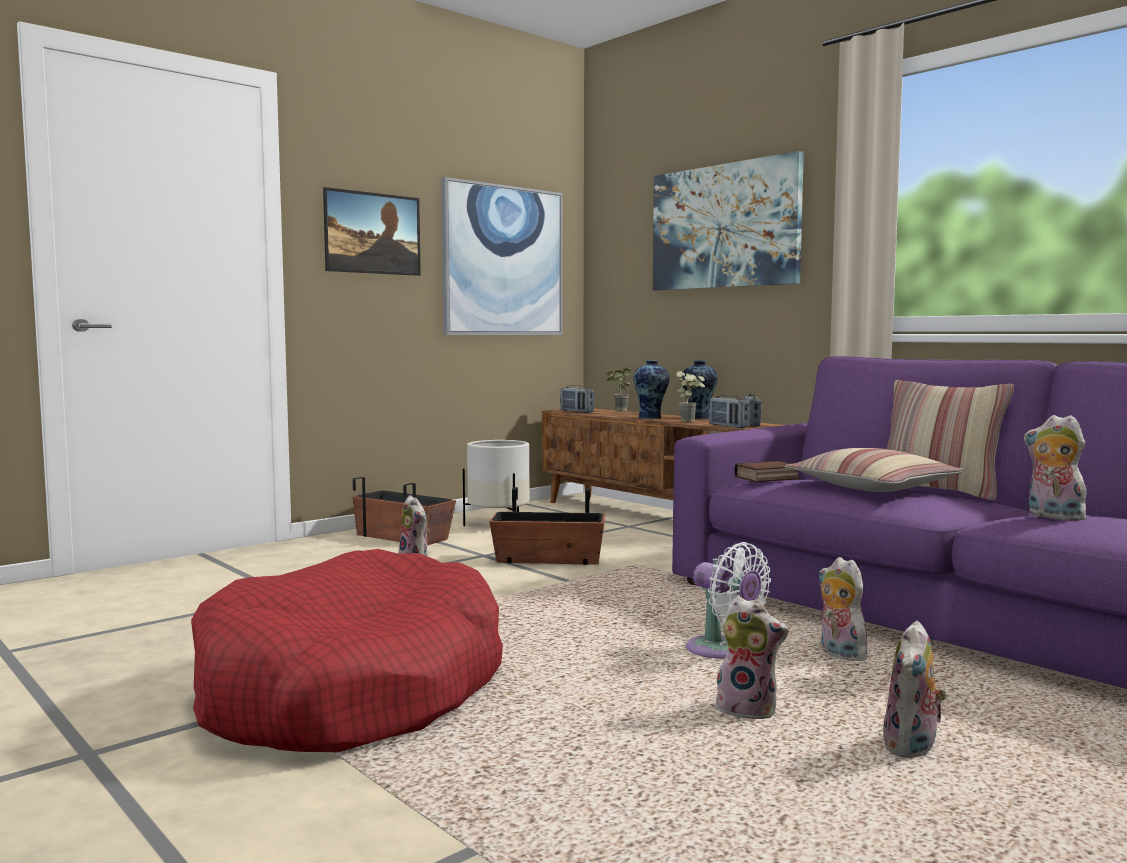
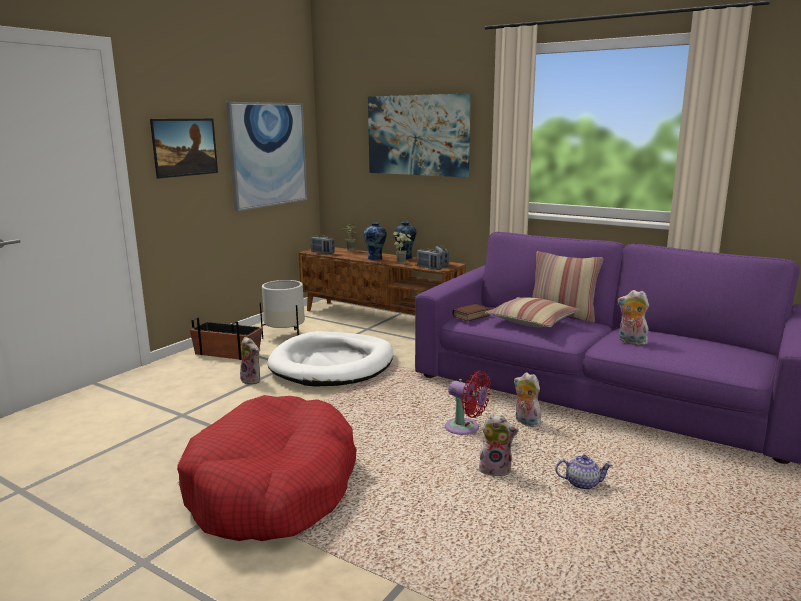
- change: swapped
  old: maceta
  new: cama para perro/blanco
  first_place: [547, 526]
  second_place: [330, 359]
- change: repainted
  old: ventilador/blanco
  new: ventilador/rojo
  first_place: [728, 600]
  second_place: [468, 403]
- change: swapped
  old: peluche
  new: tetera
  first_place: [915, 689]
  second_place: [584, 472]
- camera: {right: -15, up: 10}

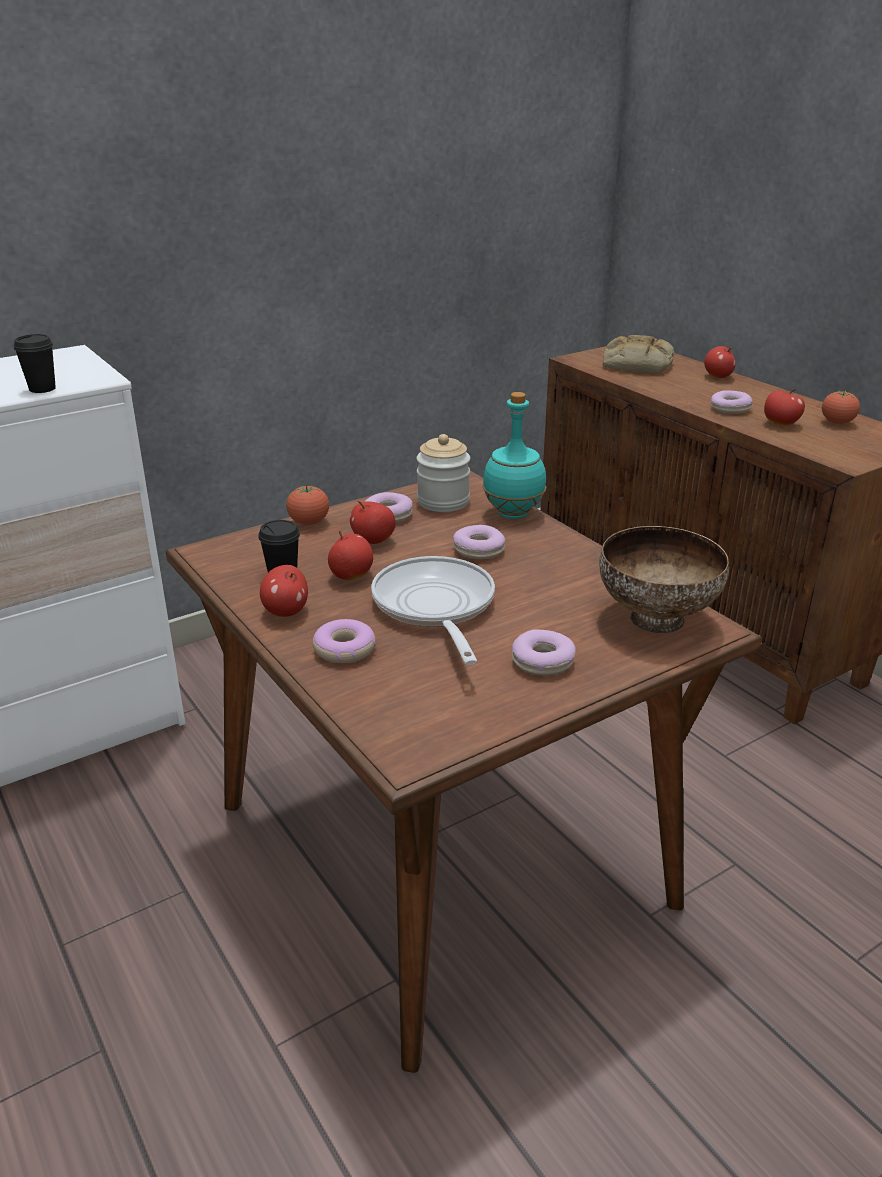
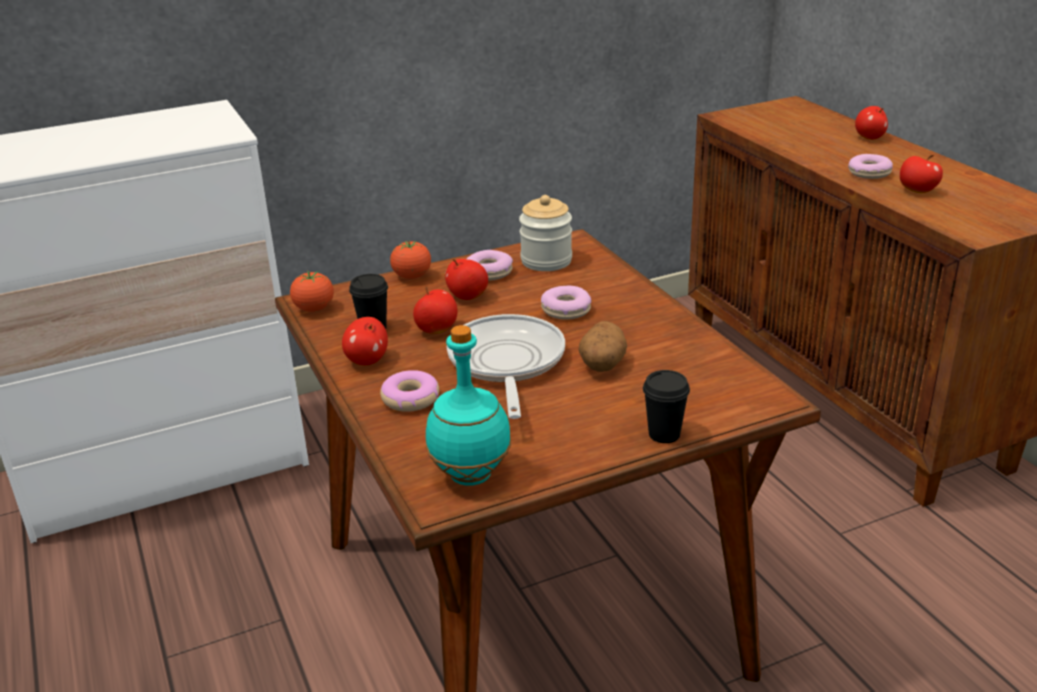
- change: shifted
  old: taza/negro
  first_place: [35, 363]
  second_place: [666, 406]
- change: gone
  old: pan
  first_place: [638, 354]
- change: shifted
  old: tomate
  first_place: [841, 406]
  second_place: [312, 291]
- change: shifted
  old: botella/turquesa
  first_place: [514, 455]
  second_place: [468, 405]
- change: gone
  old: cuenco
  first_place: [664, 580]
- change: gone
  old: rosquilla
  first_place: [544, 652]
- change: new
  new: patata
  second_place: [603, 346]
- camera: {right: 10, up: 0}

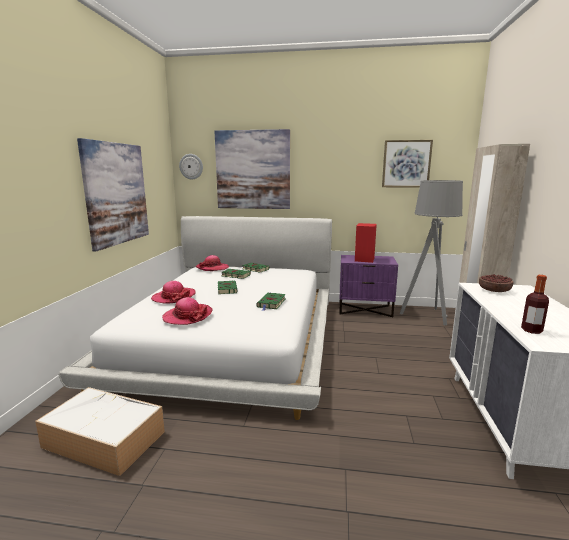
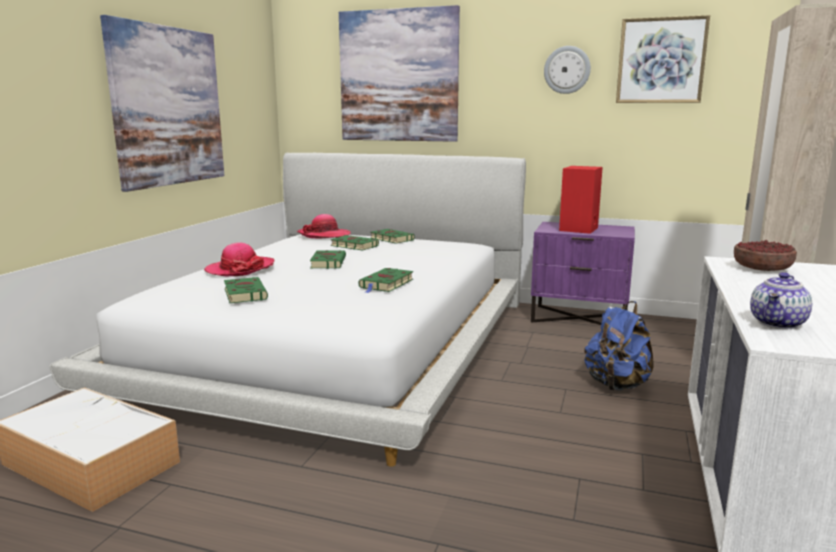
- change: shifted
  old: reloj de pared
  first_place: [191, 166]
  second_place: [567, 70]
- change: gone
  old: lámpara de pie/gris
  first_place: [431, 253]
- change: swapped
  old: botella
  new: tetera
  first_place: [535, 304]
  second_place: [781, 300]
- change: swapped
  old: sombrero
  new: libro/verde
  first_place: [187, 311]
  second_place: [246, 290]
- change: new
  new: mochila/azul
  second_place: [618, 346]
- camera: {right: 10, up: 0}

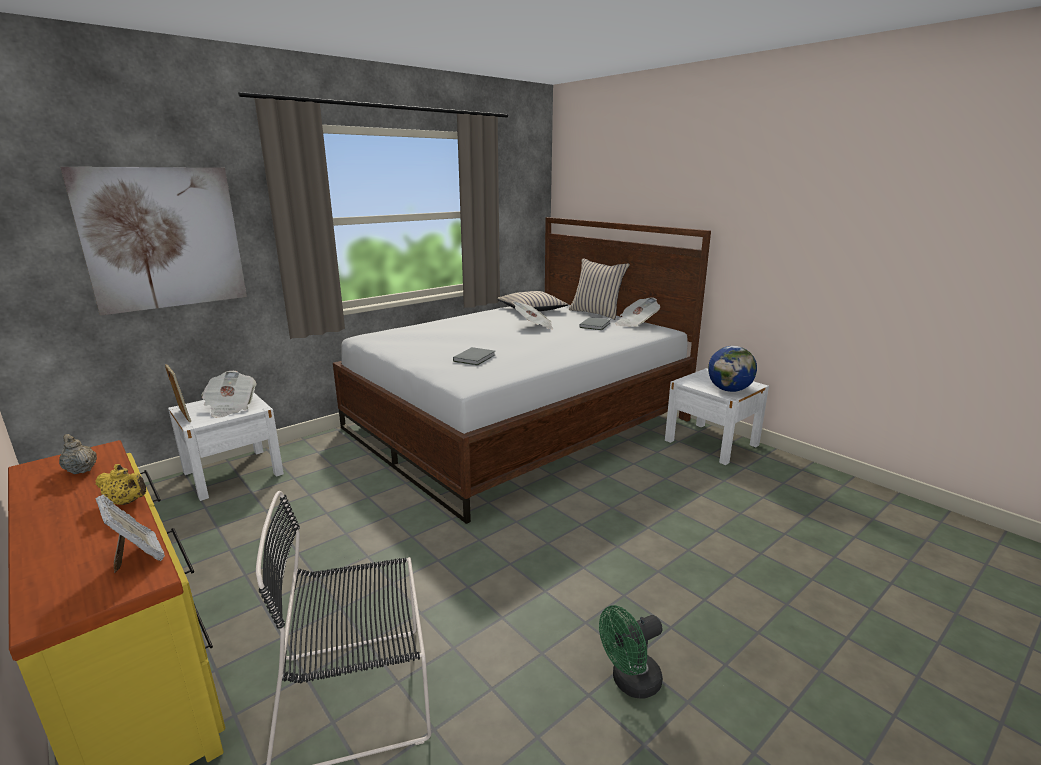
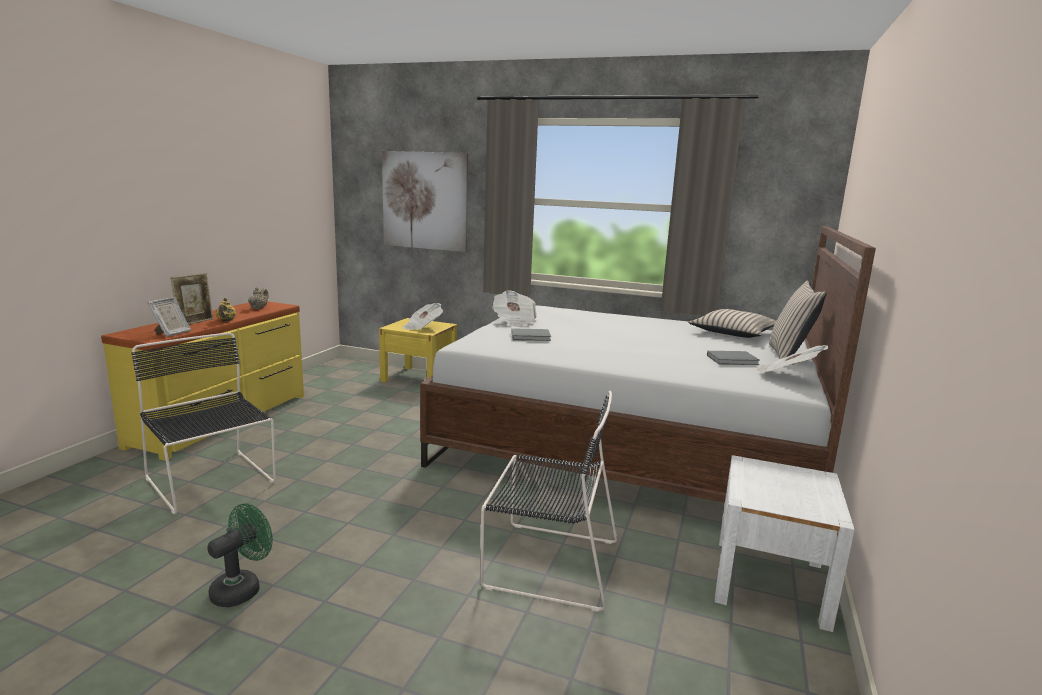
- change: shifted
  old: periódico
  first_place: [533, 315]
  second_place: [514, 309]
- change: gone
  old: globo terráqueo
  first_place: [732, 369]
- change: shifted
  old: portarretratos
  first_place: [178, 393]
  second_place: [191, 299]
- change: repainted
  old: mesita de noche/blanco
  new: mesita de noche/amarillo
  first_place: [226, 447]
  second_place: [418, 350]
- change: rotated
  old: ventilador/verde
  first_place: [631, 652]
  second_place: [240, 555]
  degrees: 90
- change: new
  new: silla/negro
  second_place: [548, 501]
- camera: {right: 60, up: -5}

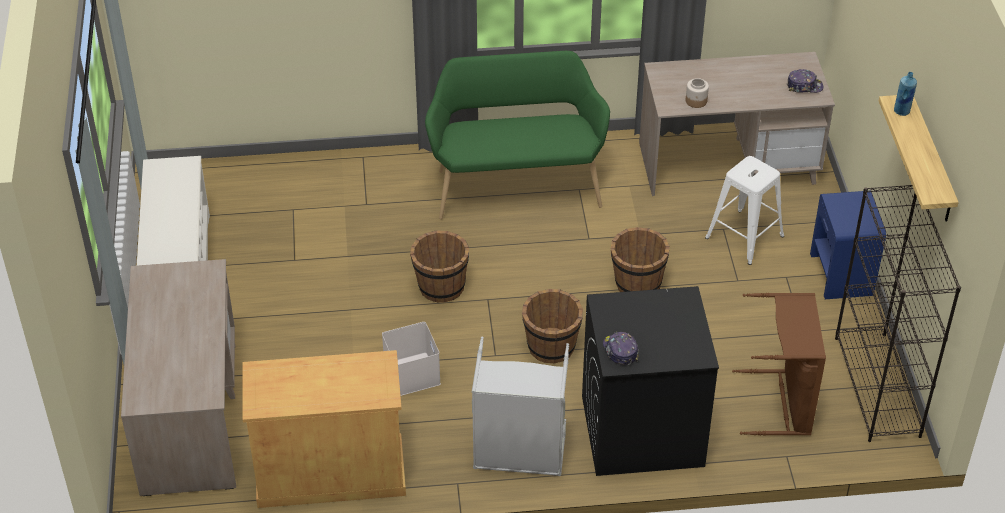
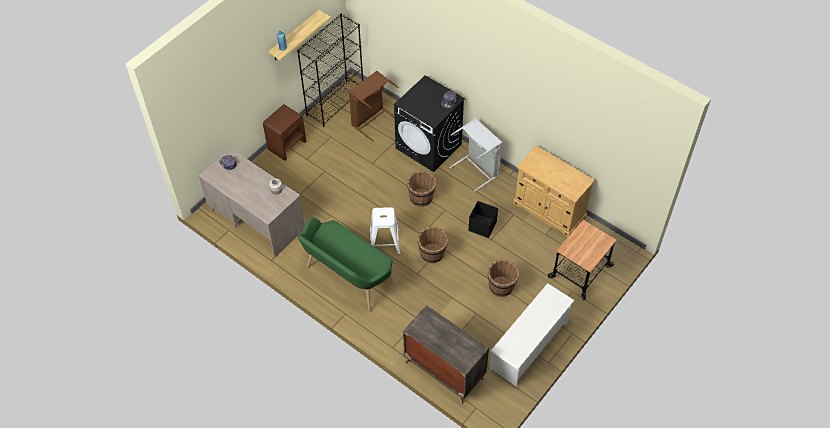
- change: shifted
  old: taburete/blanco
  first_place: [744, 210]
  second_place: [384, 231]
- change: repainted
  old: mesita de noche/azul
  new: mesita de noche/marrón
  first_place: [848, 245]
  second_place: [284, 132]
- change: shifted
  old: cubo/marrón
  first_place: [640, 259]
  second_place: [503, 278]
- change: swapped
  old: escritorio/beis
  new: carrito
  first_place: [178, 377]
  second_place: [582, 259]
- change: repainted
  old: caja de almacenaje/blanco
  new: caja de almacenaje/negro
  first_place: [411, 359]
  second_place: [483, 219]
- change: new
  new: cómoda
  second_place: [446, 354]
- camera: {right: -135, up: 10}

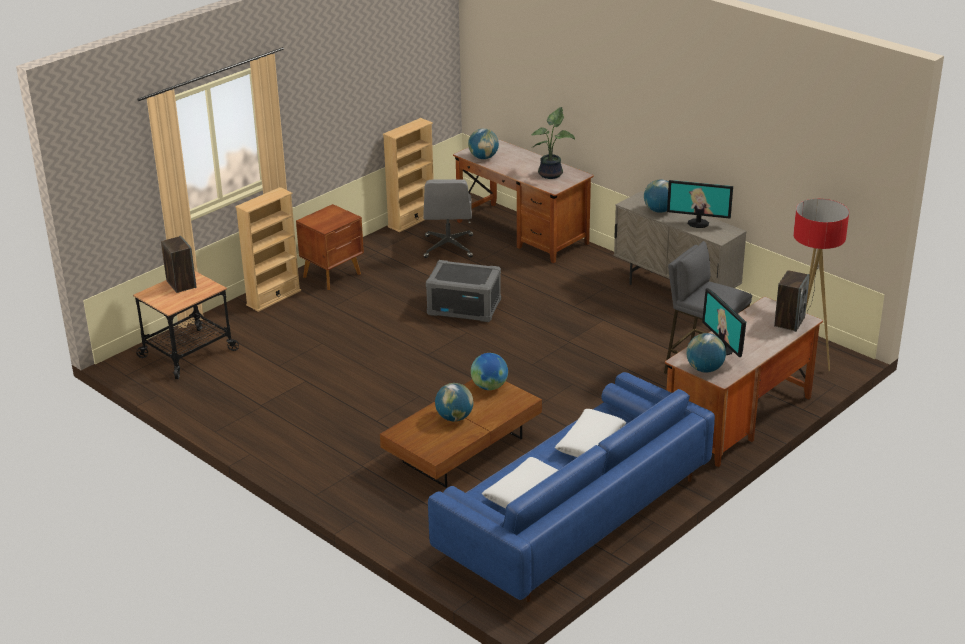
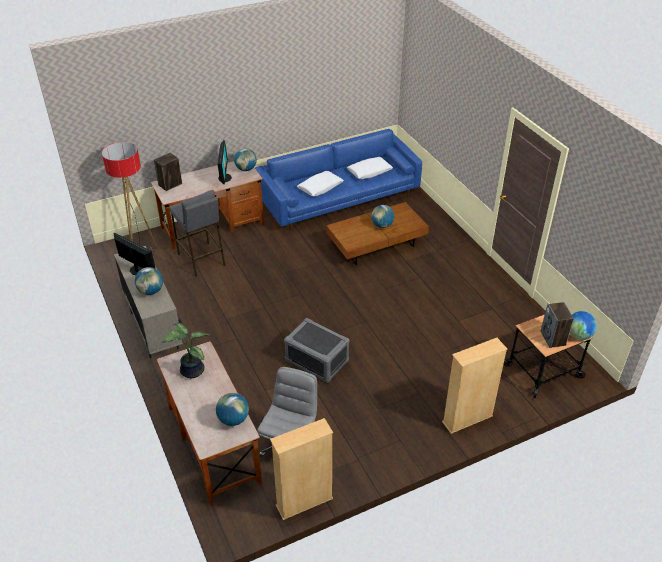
- change: gone
  old: mesita de noche/marrón
  first_place: [330, 247]
- change: shifted
  old: globo terráqueo
  first_place: [489, 371]
  second_place: [583, 325]
- camera: {right: -160, up: 10}

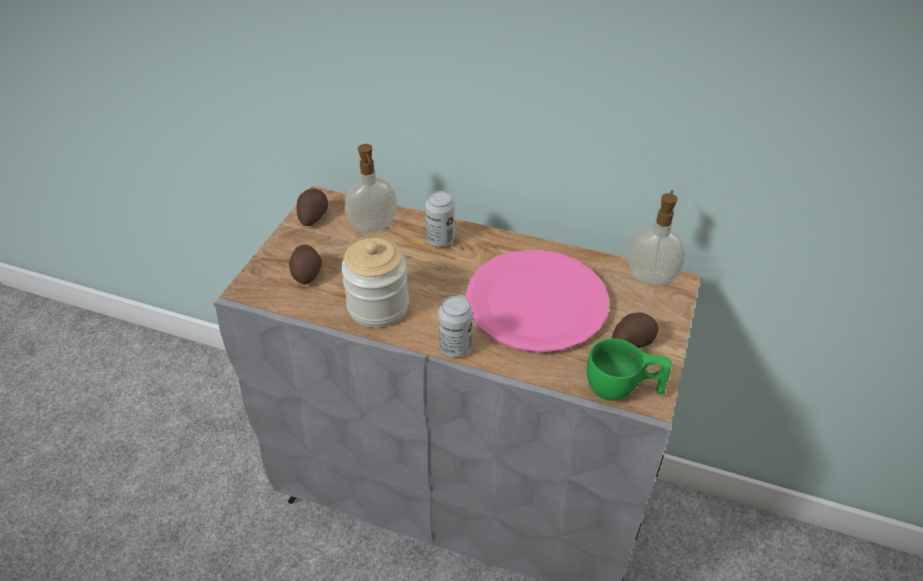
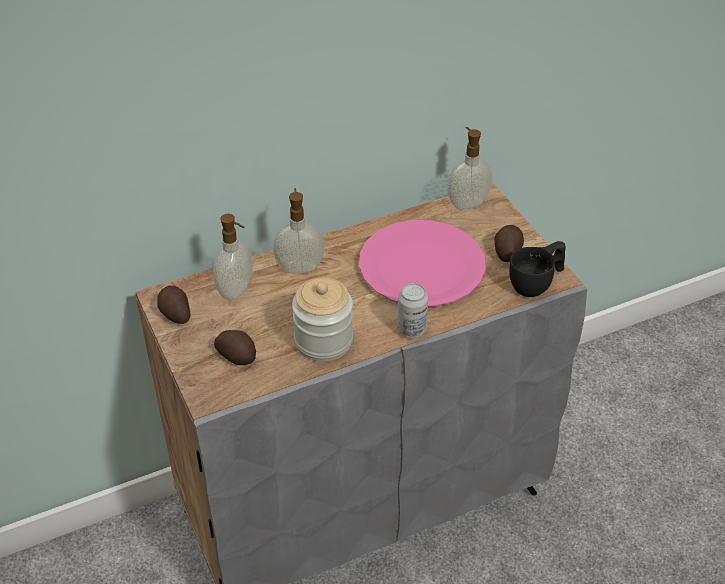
- change: swapped
  old: lata
  new: dispensador de jabón
  first_place: [440, 219]
  second_place: [299, 230]
- change: repainted
  old: taza/verde
  new: taza/negro
  first_place: [629, 369]
  second_place: [537, 269]
- camera: {right: -45, up: 0}

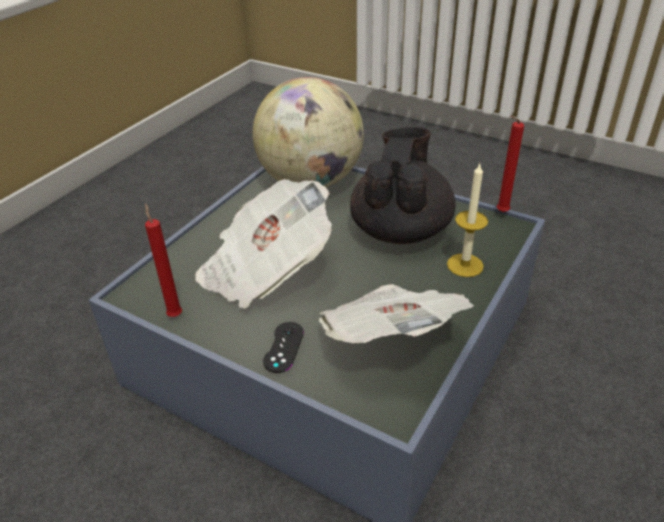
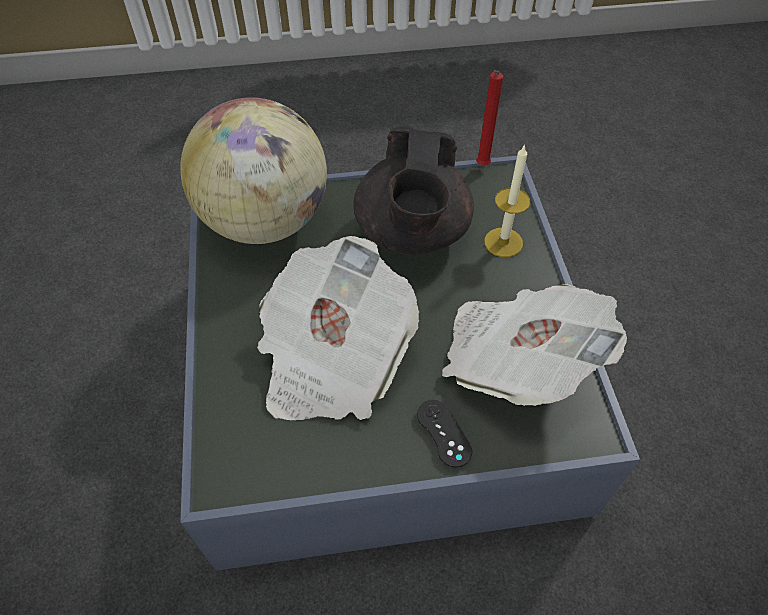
- change: rotated
  old: tetera/negro
  first_place: [403, 185]
  second_place: [413, 190]
  degrees: -150
- change: gone
  old: vela/rojo
  first_place: [163, 260]
- camera: {right: -40, up: 15}

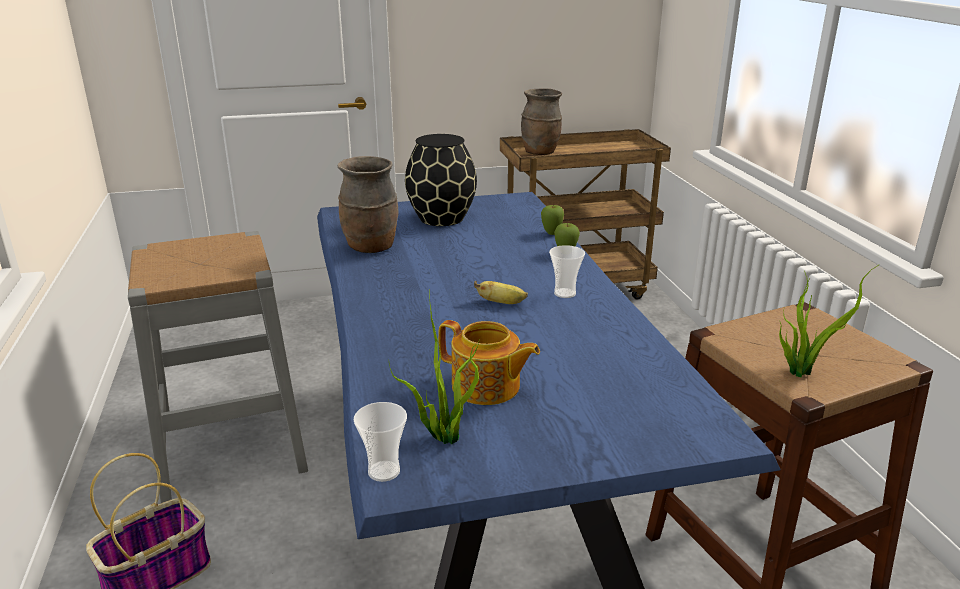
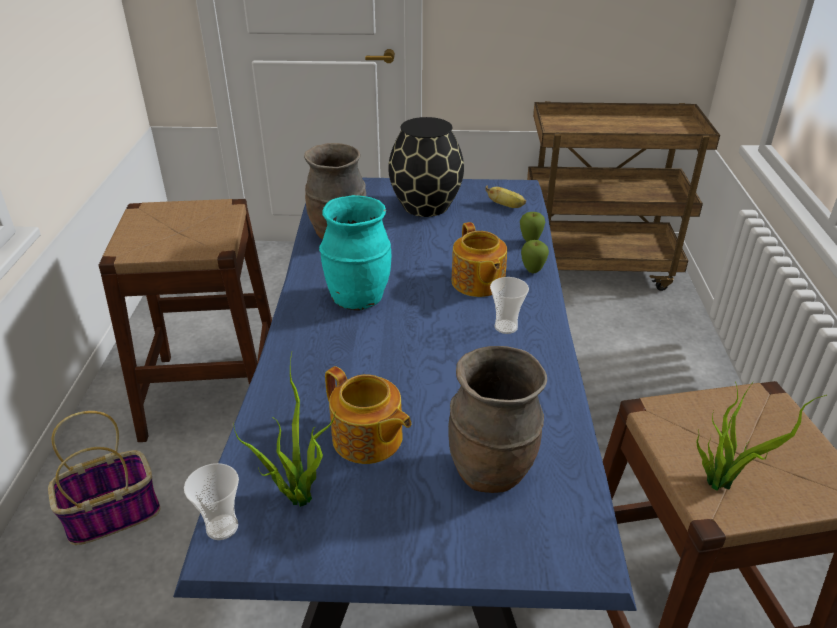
- change: shifted
  old: florero/marrón
  first_place: [541, 121]
  second_place: [497, 419]
- change: repainted
  old: taburete/gris
  new: taburete/marrón
  first_place: [218, 367]
  second_place: [185, 320]
- change: shifted
  old: plátano
  first_place: [501, 292]
  second_place: [506, 196]
- change: new
  new: florero/turquesa
  second_place: [355, 253]
- change: new
  new: tetera
  second_place: [479, 259]
- camera: {right: 15, up: 10}

